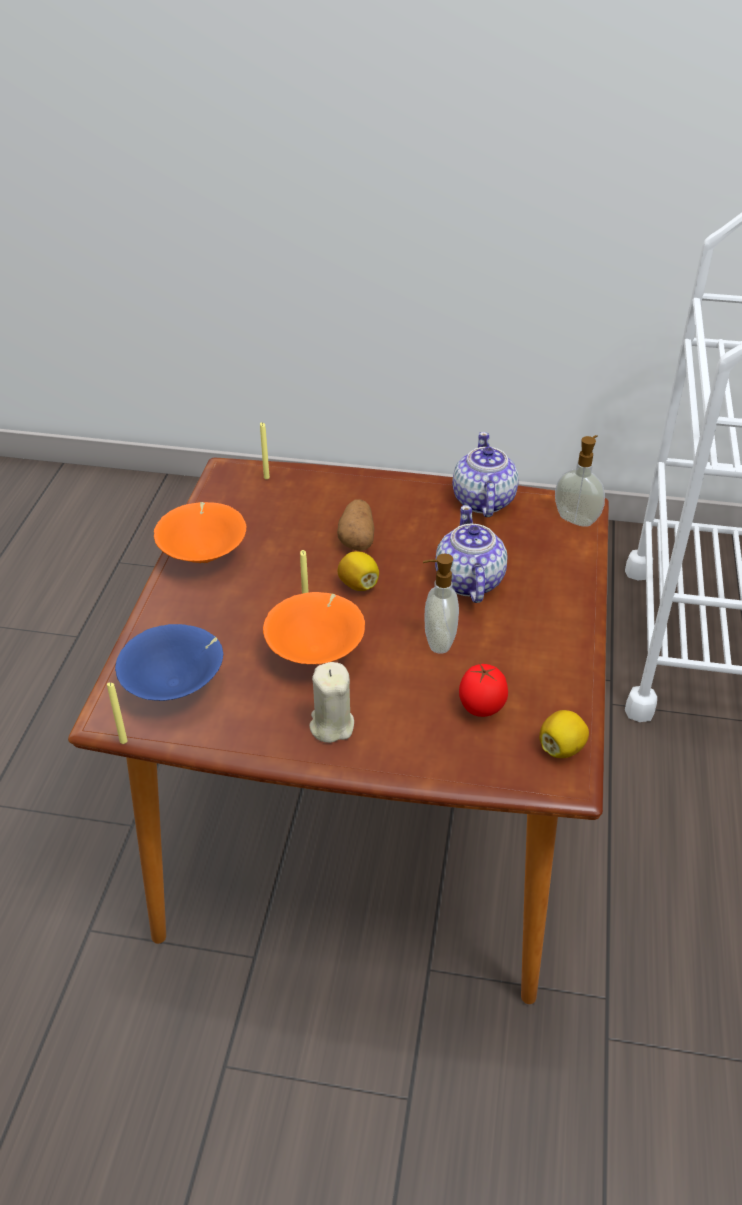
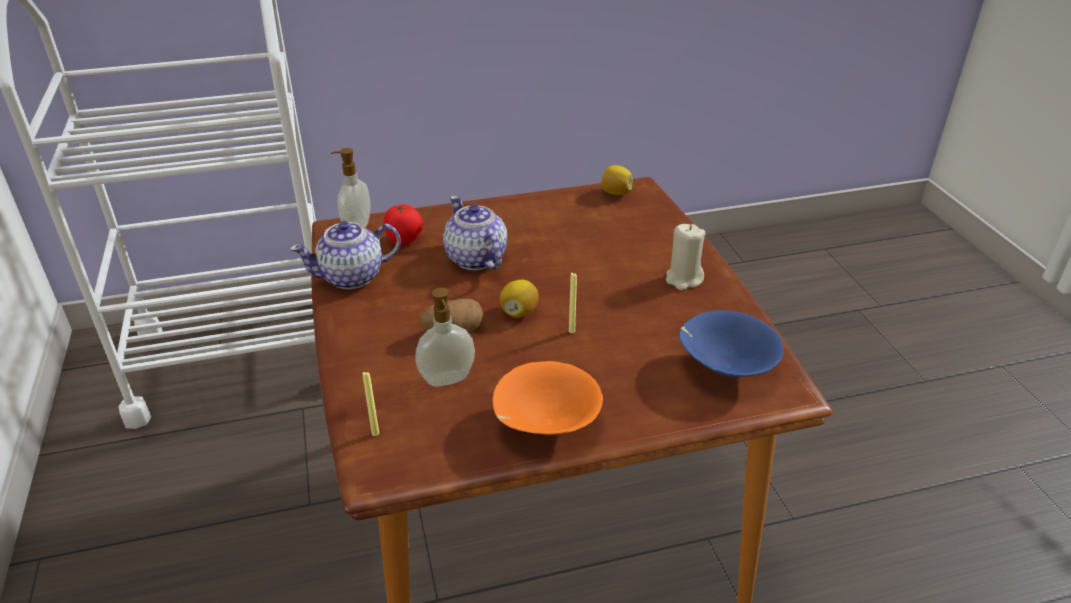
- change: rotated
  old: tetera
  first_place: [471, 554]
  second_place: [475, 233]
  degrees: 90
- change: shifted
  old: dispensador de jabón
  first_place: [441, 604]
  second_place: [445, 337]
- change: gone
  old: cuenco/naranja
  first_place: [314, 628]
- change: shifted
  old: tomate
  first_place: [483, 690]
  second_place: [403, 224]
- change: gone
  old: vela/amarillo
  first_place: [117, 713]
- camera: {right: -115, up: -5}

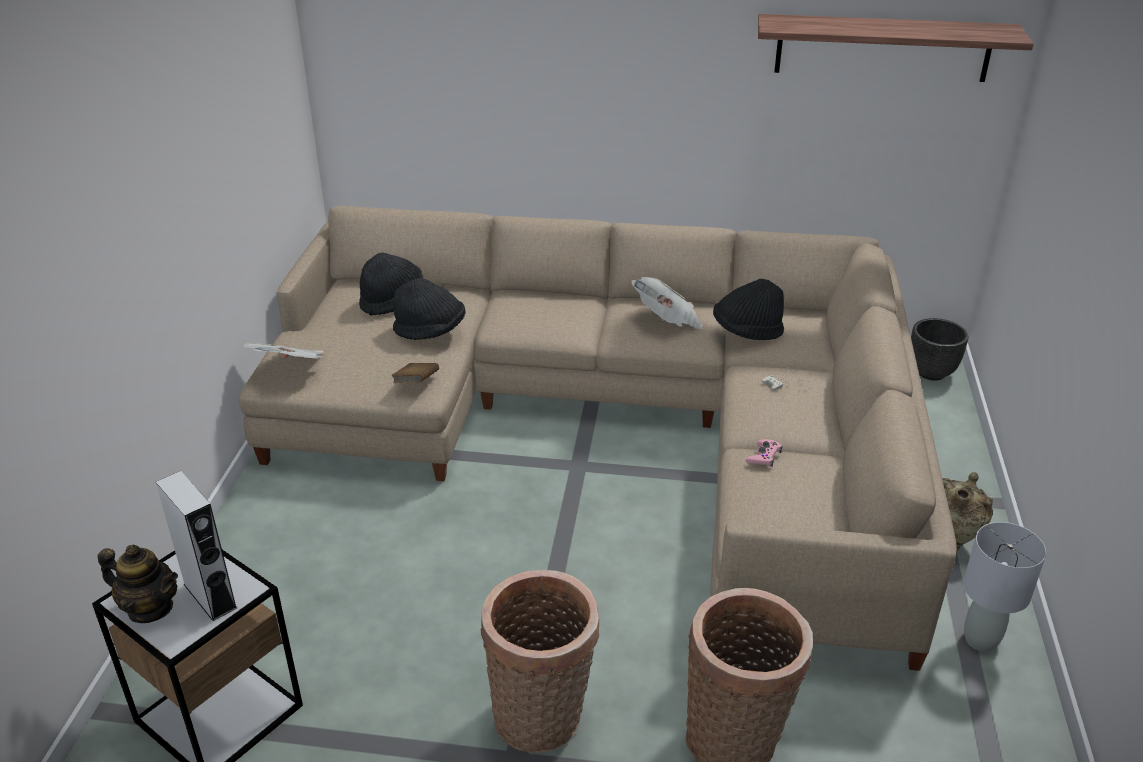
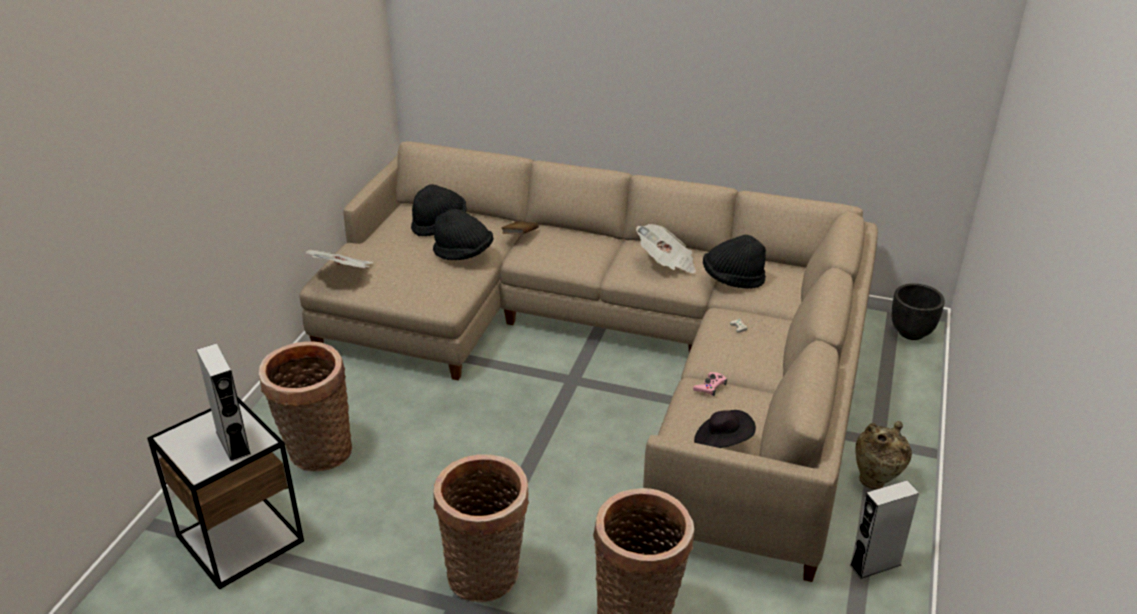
- change: gone
  old: estante
  first_place: [896, 48]
- change: shifted
  old: libro/marrón
  first_place: [415, 373]
  second_place: [520, 227]
- change: swapped
  old: lámpara de mesa/gris
  new: altavoz/gris
  first_place: [1004, 587]
  second_place: [884, 529]
- change: gone
  old: tetera
  first_place: [138, 584]
- change: new
  new: cesta
  second_place: [305, 406]
- change: new
  new: sombrero/negro
  second_place: [725, 429]
- camera: {right: 10, up: 0}

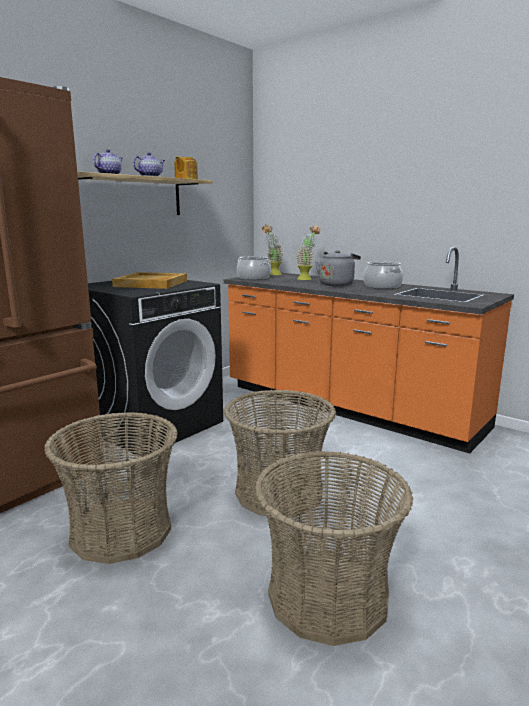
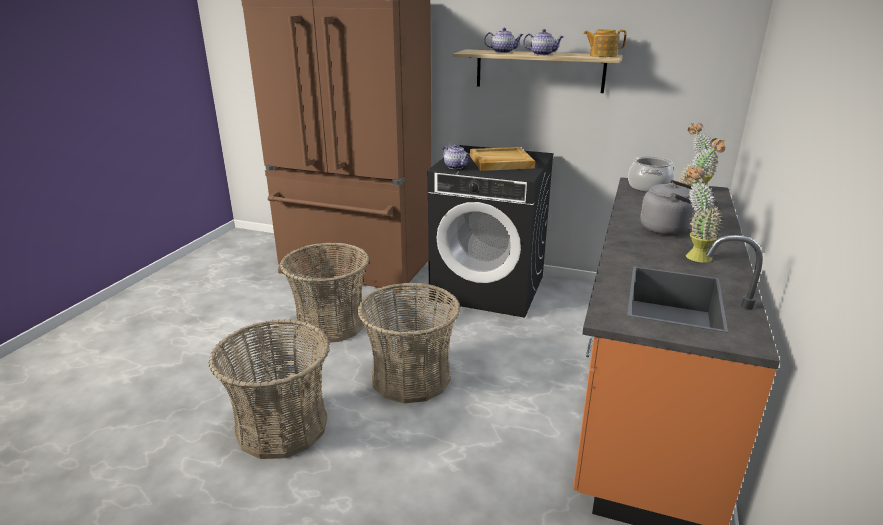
- change: swapped
  old: olla
  new: planta en maceta
  first_place: [383, 275]
  second_place: [704, 214]
- change: new
  new: tetera
  second_place: [456, 156]
- camera: {right: 70, up: 10}

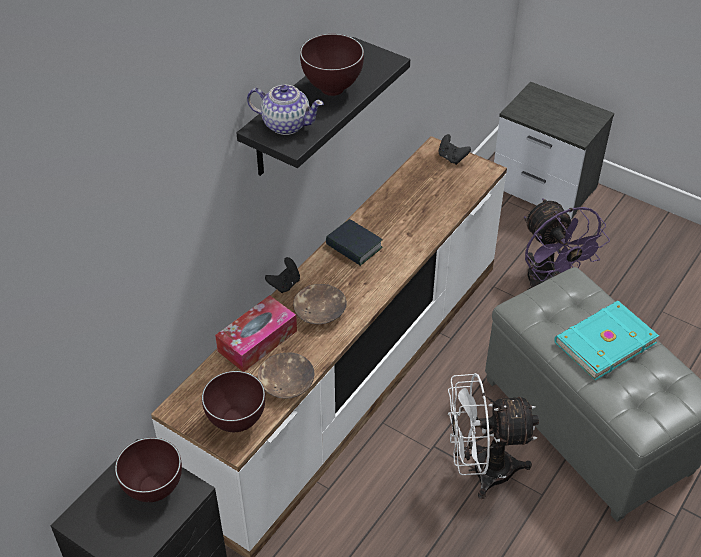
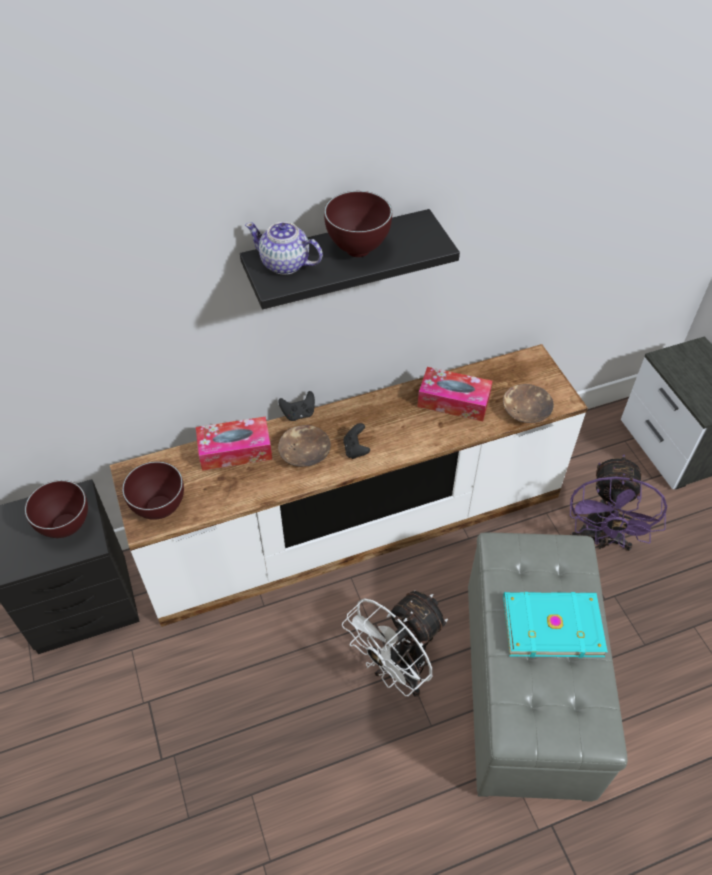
- change: rotated
  old: tetera
  first_place: [285, 110]
  second_place: [284, 248]
  degrees: 150
- change: shifted
  old: mando de consola/negro
  first_place: [455, 149]
  second_place: [356, 441]
- change: gone
  old: libro
  first_place: [354, 242]
- change: shifted
  old: cuenco/marrón
  first_place: [286, 375]
  second_place: [528, 403]
- change: rotated
  old: ventilador/blanco
  first_place: [493, 436]
  second_place: [395, 644]
  degrees: -75
- change: new
  new: caja de pañuelos
  second_place: [454, 394]
- camera: {right: 35, up: 5}

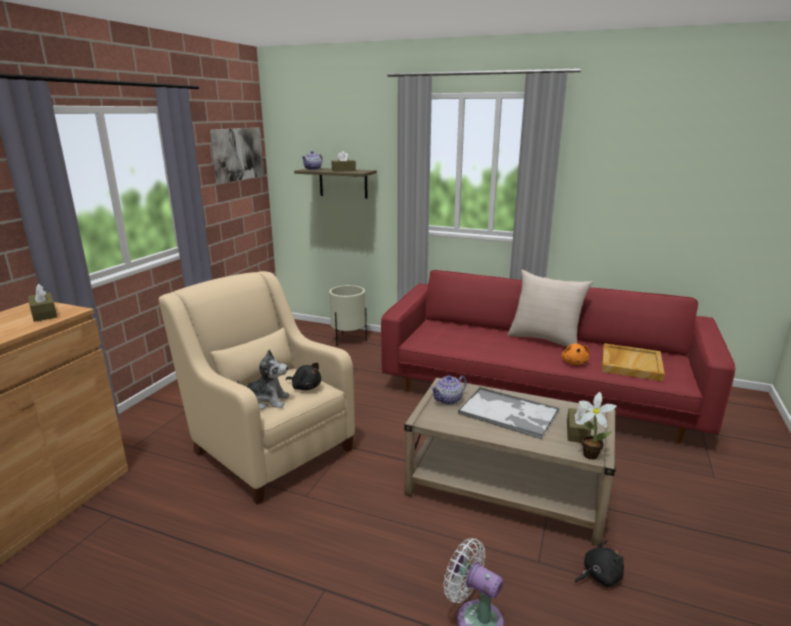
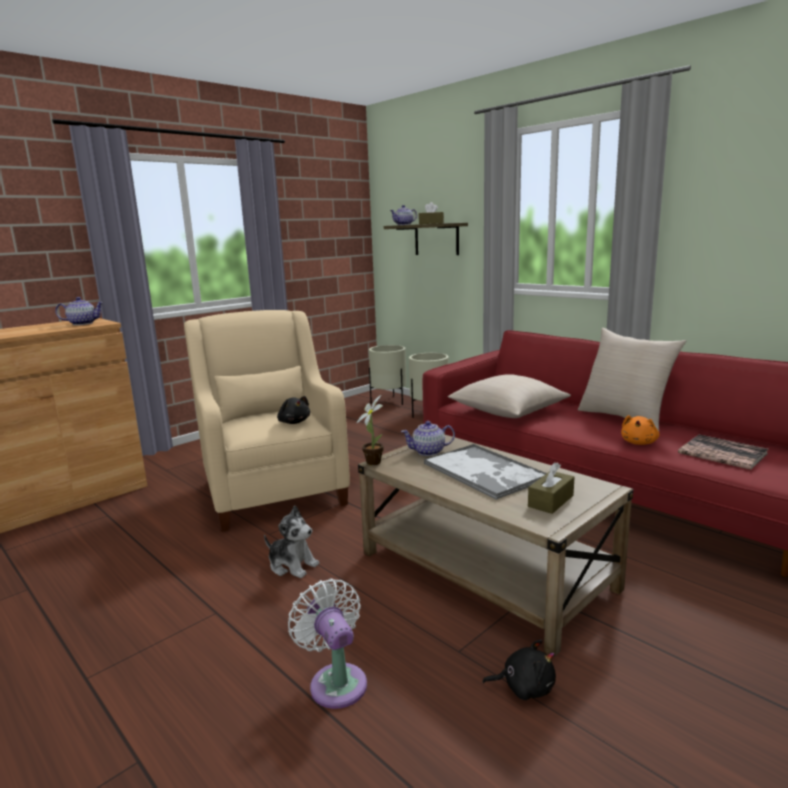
- change: gone
  old: cuadro
  first_place: [237, 156]
- change: swapped
  old: caja de pañuelos/marrón
  new: tetera
  first_place: [42, 303]
  second_place: [79, 311]
- change: swapped
  old: bandeja/beis
  new: libro
  first_place: [633, 362]
  second_place: [723, 452]
- change: shifted
  old: peluche
  first_place: [263, 380]
  second_place: [291, 542]
- change: shifted
  old: planta en maceta
  first_place: [598, 426]
  second_place: [370, 430]
- change: new
  new: maceta/beis
  second_place: [388, 375]
- change: new
  new: cojín/beis
  second_place: [509, 396]
- camera: {right: 25, up: -5}

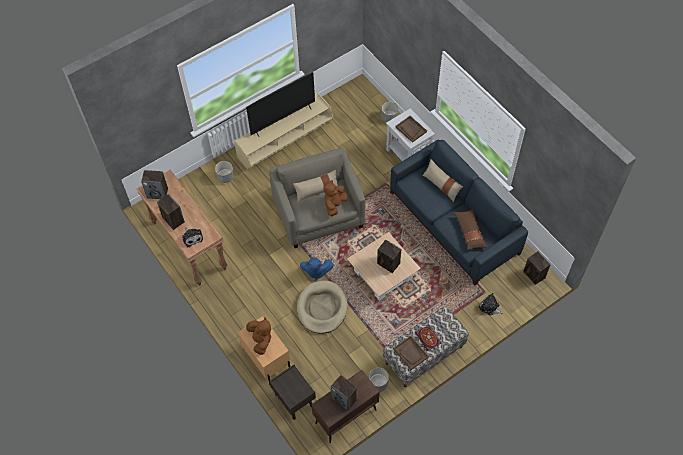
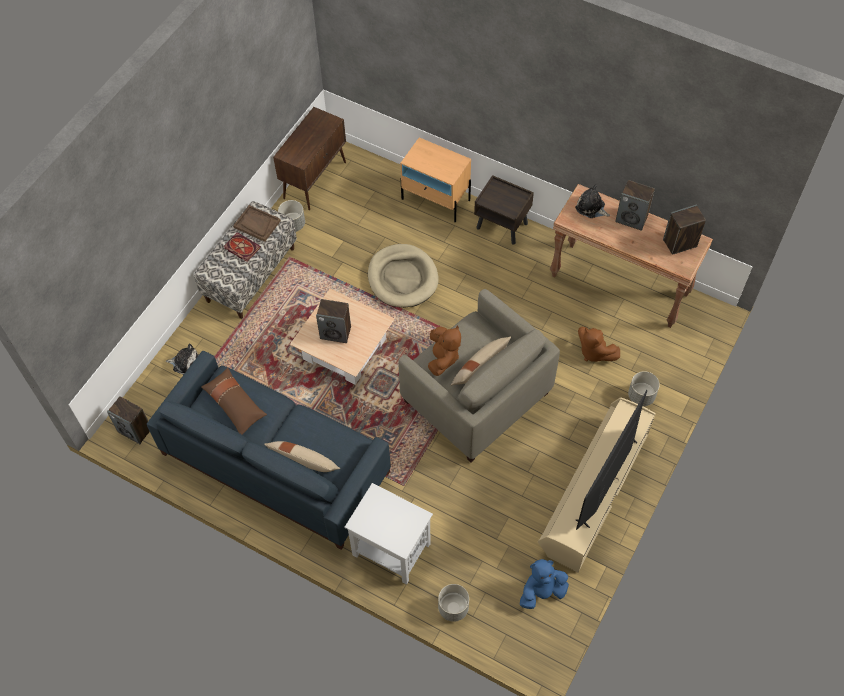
- change: gone
  old: bandeja/marrón
  first_place: [411, 129]
- change: shifted
  old: peluche/azul
  first_place: [317, 268]
  second_place: [544, 584]
- change: shifted
  old: peluche/marrón
  first_place: [258, 336]
  second_place: [599, 344]
- change: shifted
  old: mesita de noche/marrón
  first_place: [292, 392]
  second_place: [504, 210]
- change: gone
  old: altavoz
  first_place: [344, 393]
- camera: {right: 155, up: 0}

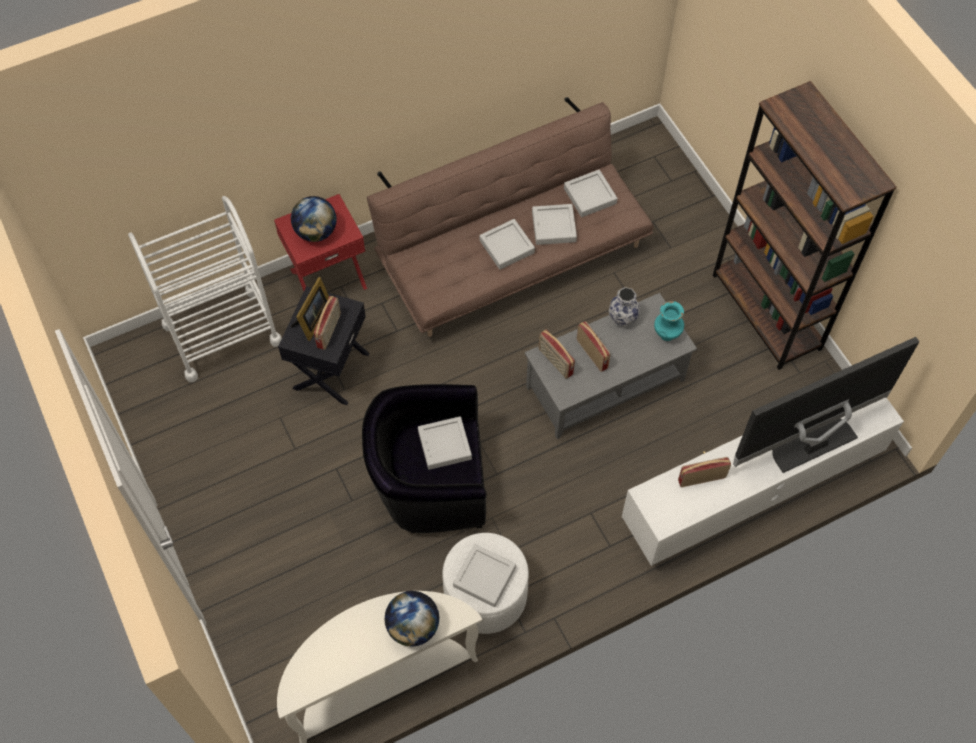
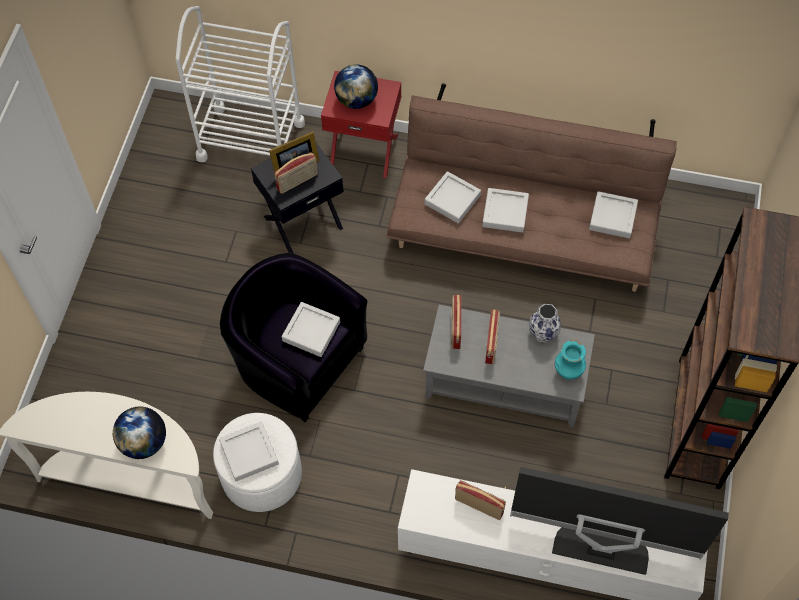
- change: shifted
  old: bandeja/gris
  first_place: [554, 224]
  second_place: [453, 197]
- camera: {right: 40, up: 0}

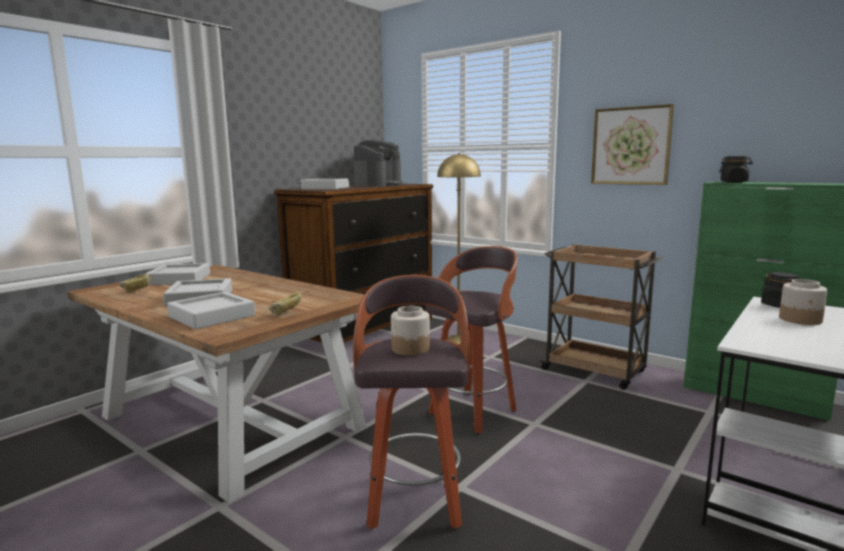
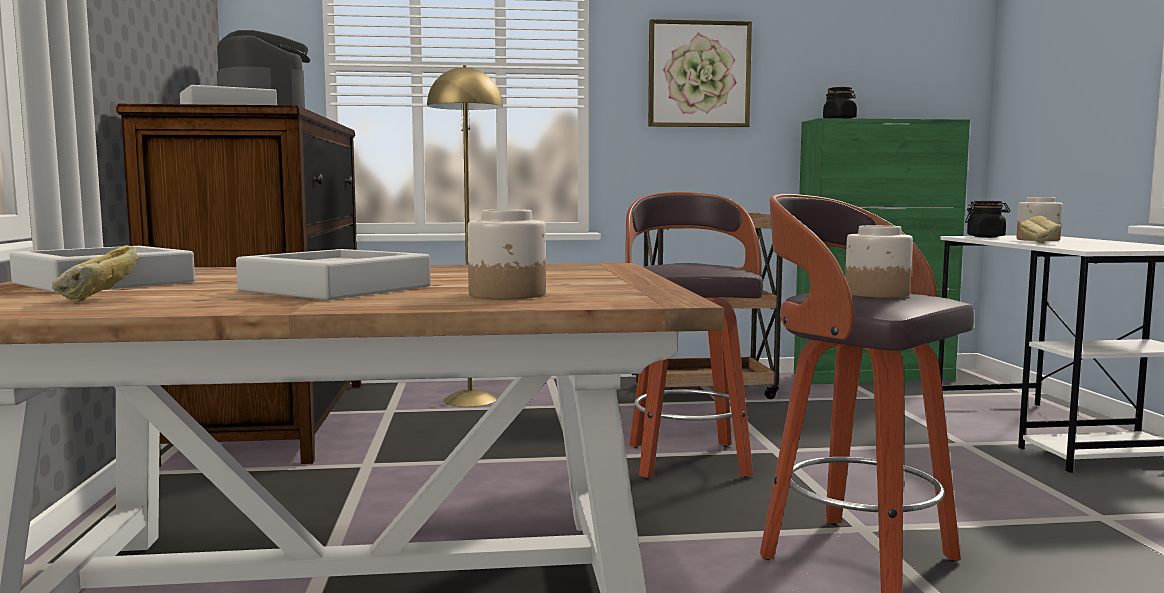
- change: swapped
  old: bandeja/gris
  new: tarro
  first_place: [211, 310]
  second_place: [507, 254]
- change: shifted
  old: pan
  first_place: [285, 304]
  second_place: [1040, 229]
- camera: {right: -45, up: -5}

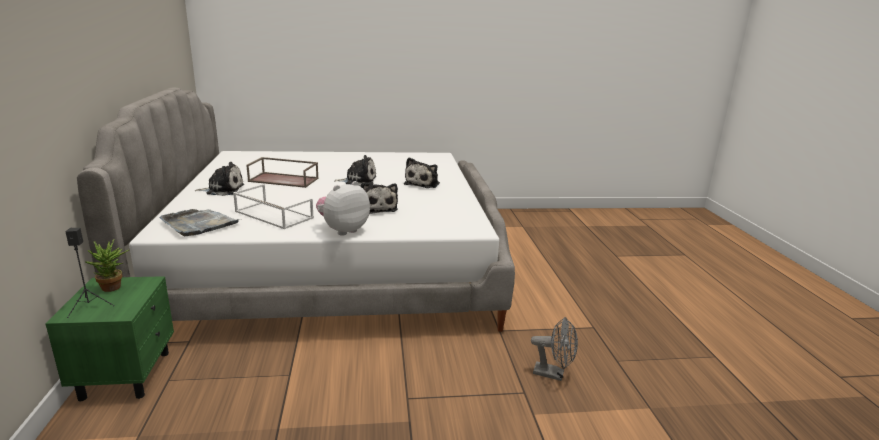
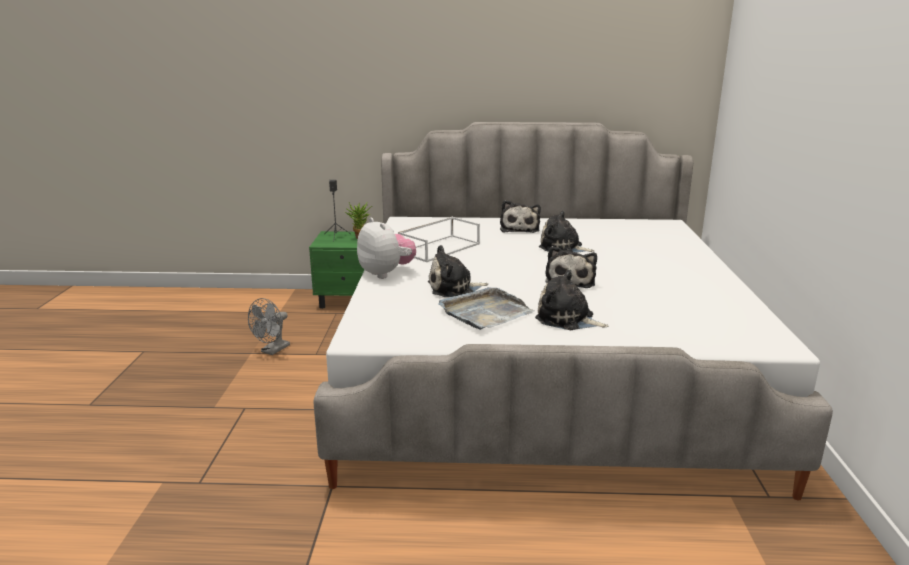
- change: swapped
  old: bandeja/marrón
  new: peluche
  first_place: [282, 172]
  second_place: [567, 231]
- change: shifted
  old: bandeja/gris
  first_place: [200, 222]
  second_place: [486, 308]
- change: shifted
  old: ventilador/gris
  first_place: [554, 349]
  second_place: [269, 326]
- camera: {right: 100, up: 0}

